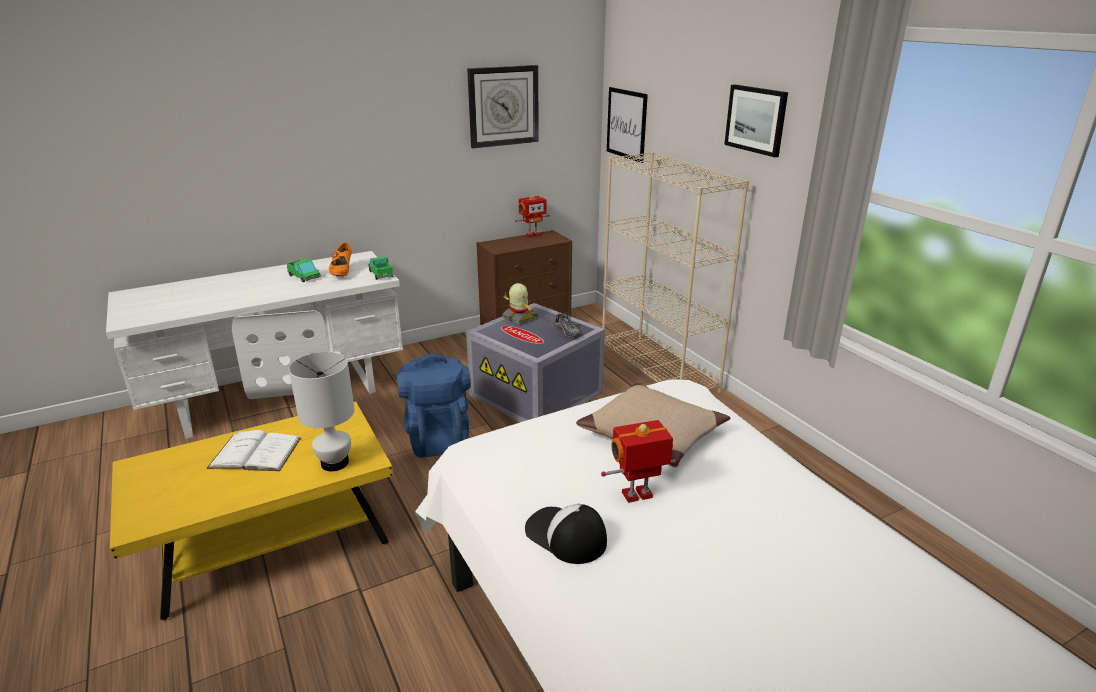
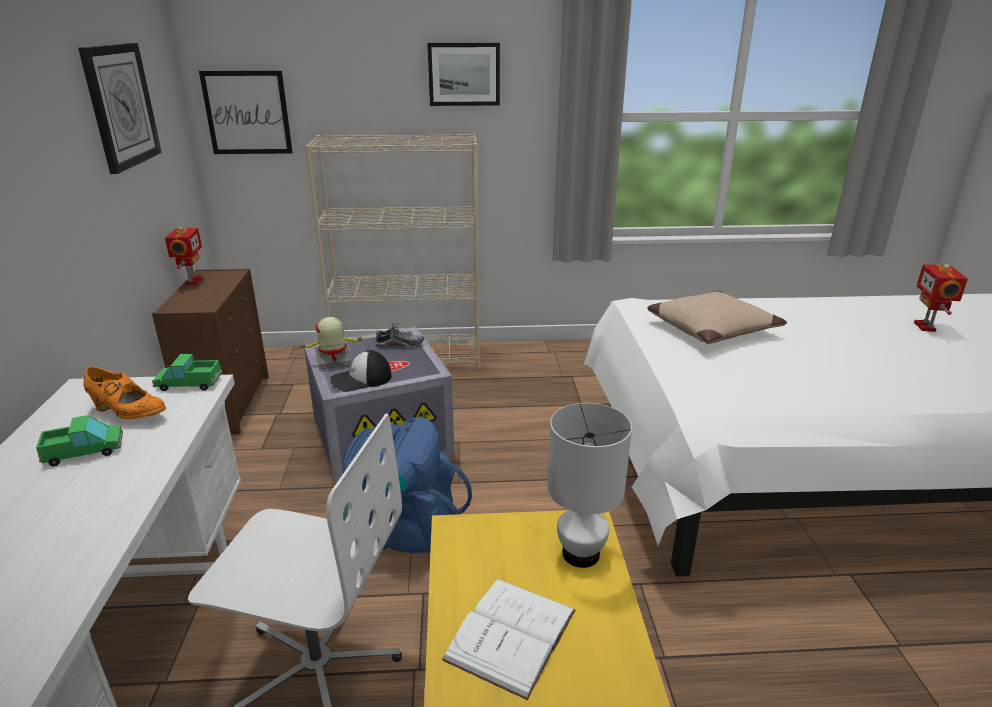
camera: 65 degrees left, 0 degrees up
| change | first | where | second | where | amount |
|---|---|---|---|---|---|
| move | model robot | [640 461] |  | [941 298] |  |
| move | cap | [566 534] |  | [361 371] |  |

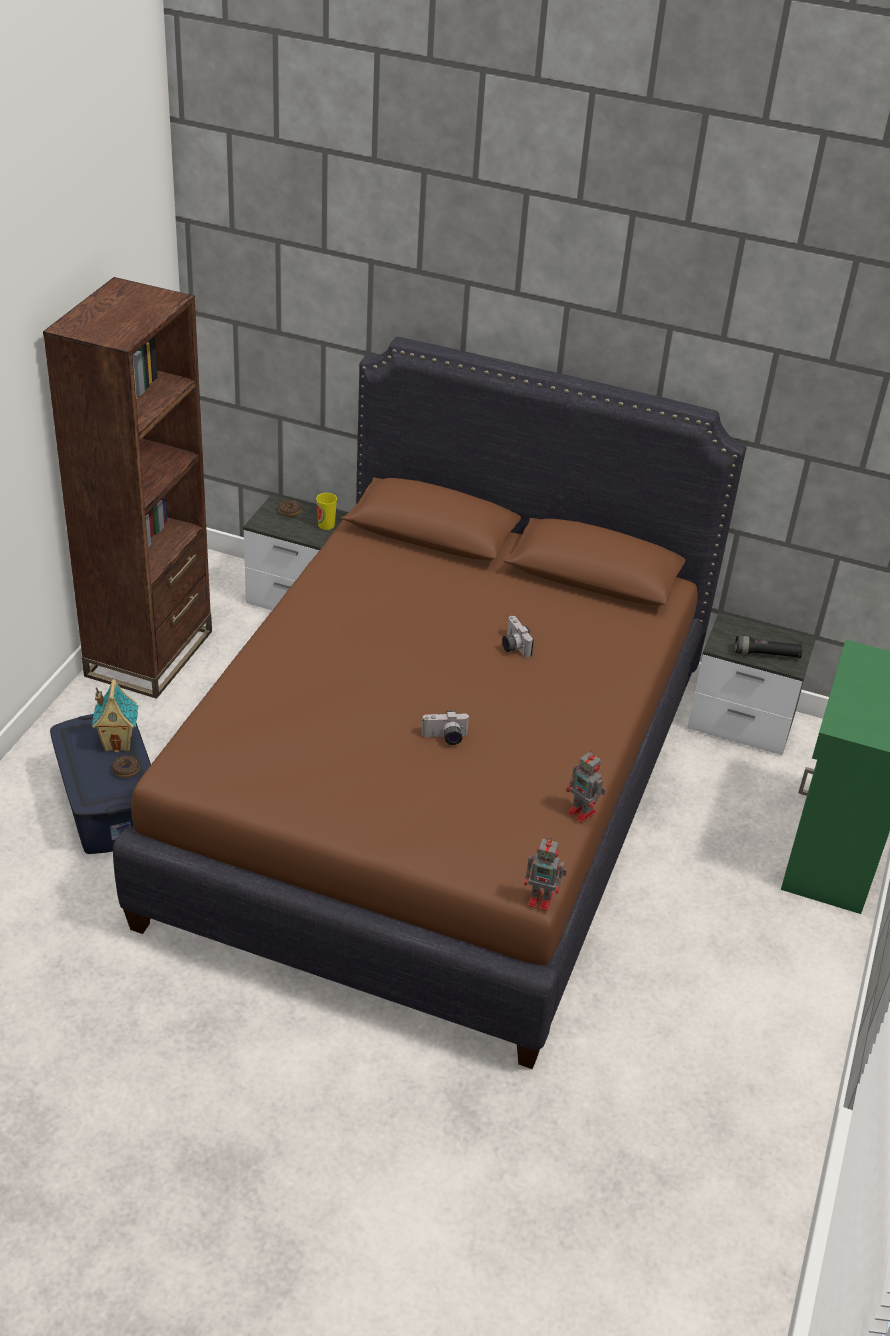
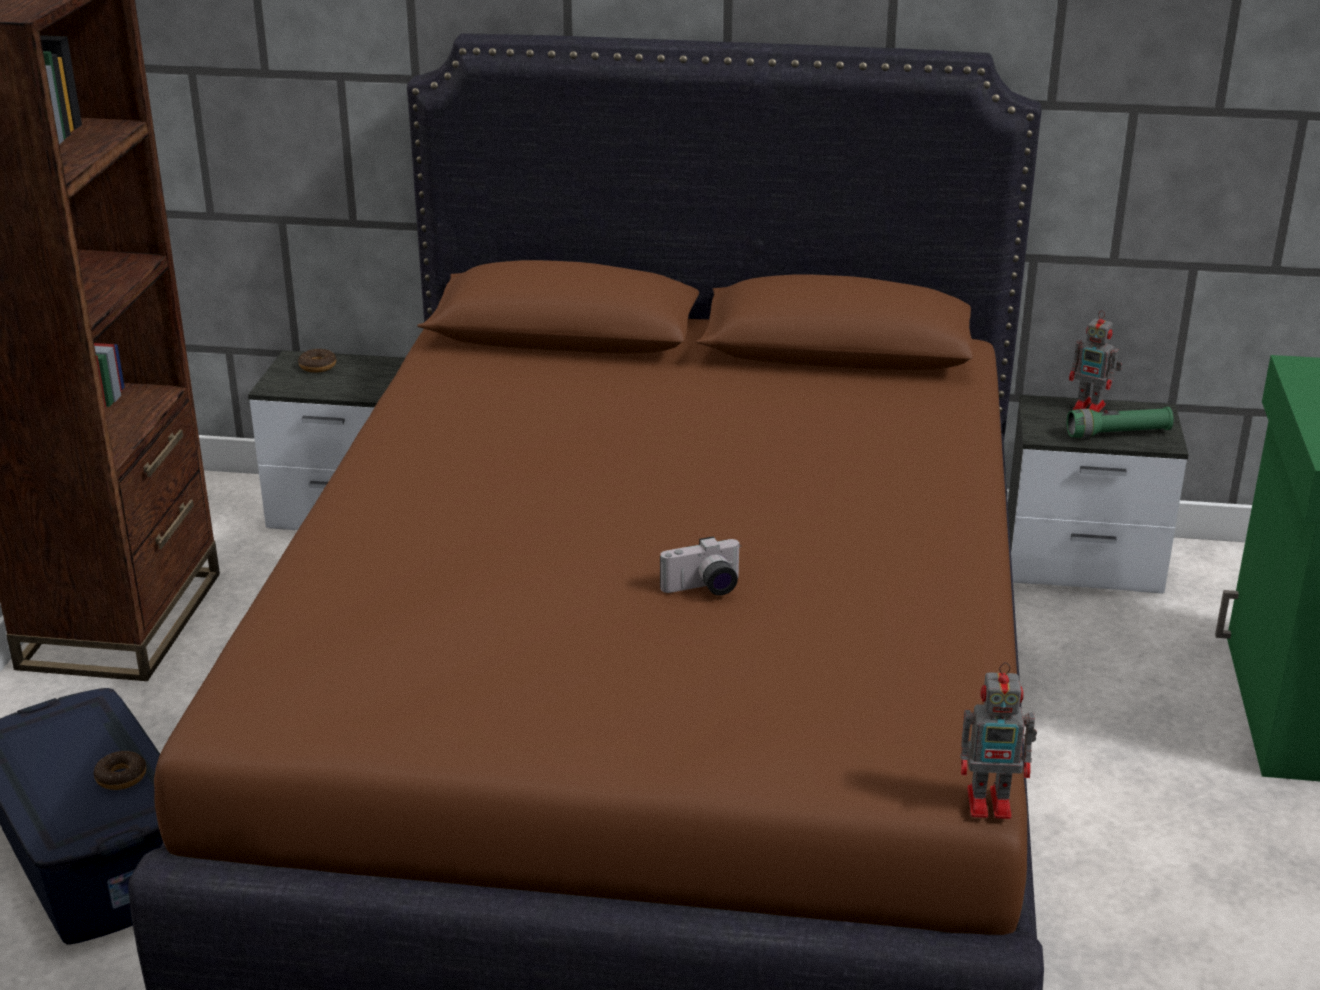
camera: 10 degrees left, 10 degrees down
| change | first | where | second | where | amount |
|---|---|---|---|---|---|
| delete | small cup | [326 511] |  |  |  |
| delete | photo camera | [518 637] |  |  |  |
| recolor | black-coloured torch | [769 647] | green torch | [1119 422] |  |
| delete | model house | [115 715] |  |  |  |
| move | model robot | [586 786] |  | [1095 361] |  |

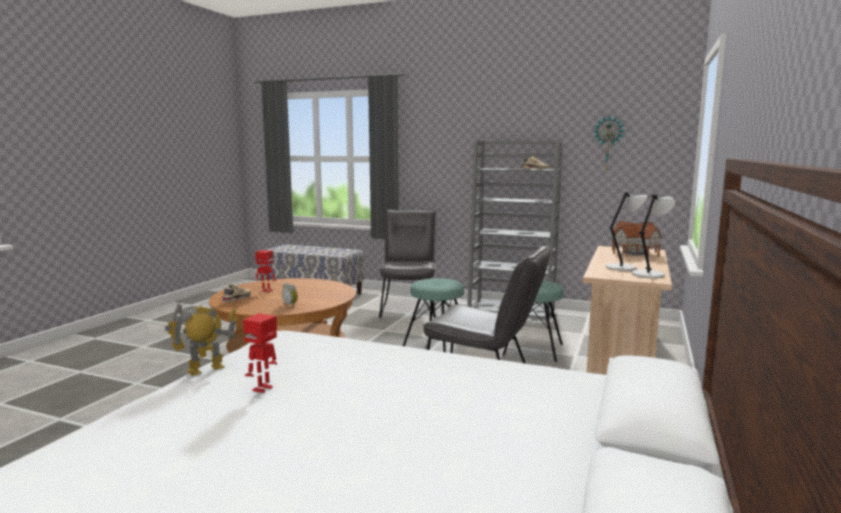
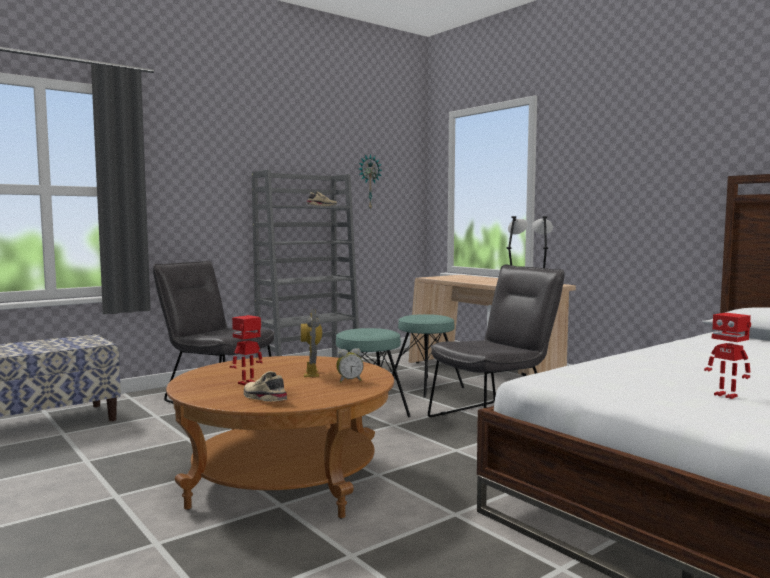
camera: 60 degrees left, 5 degrees down
| change | first | where | second | where | amount |
|---|---|---|---|---|---|
| delete | model house | [637 239] |  |  |  |
| move | model robot | [201 339] |  | [311 343] |  |

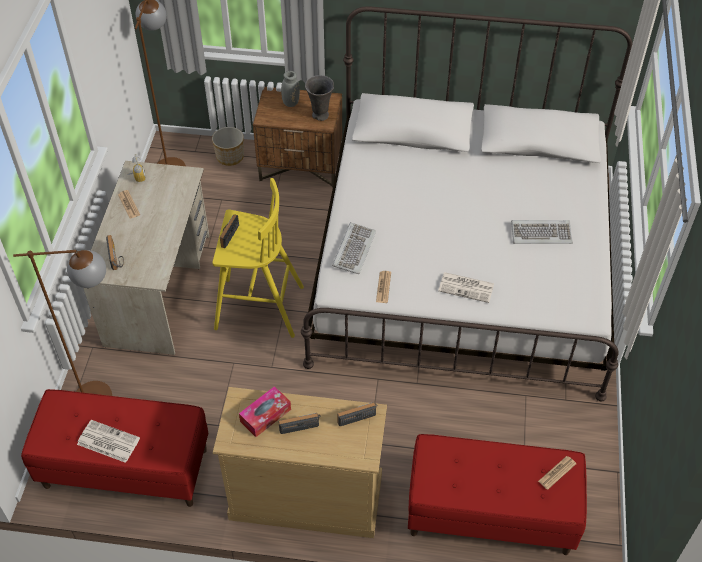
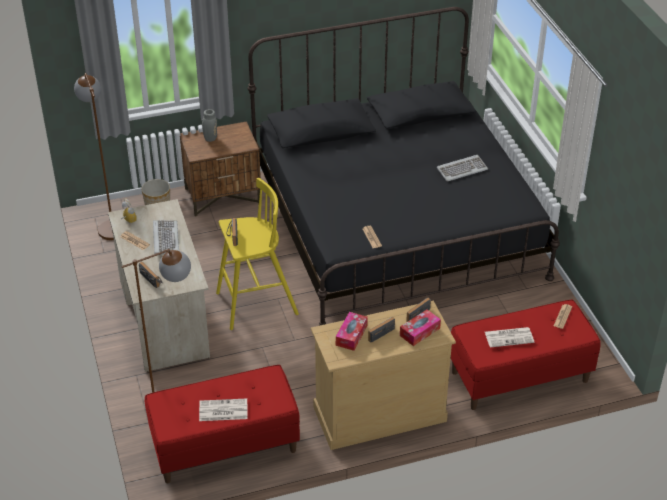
camera: 25 degrees left, 10 degrees down
| change | first | where | second | where | amount |
|---|---|---|---|---|---|
| recolor | white bed | [467 203] | black-coloured bed | [403 166] |  |
| delete | greyish vase | [319 98] |  |  |  |
| move | PC keyboard | [354 248] |  | [166 237] |  |
| move | printed paper | [466 287] |  | [509 337] |  |
| insert |  |  | tissue holder | [420 327] |  |

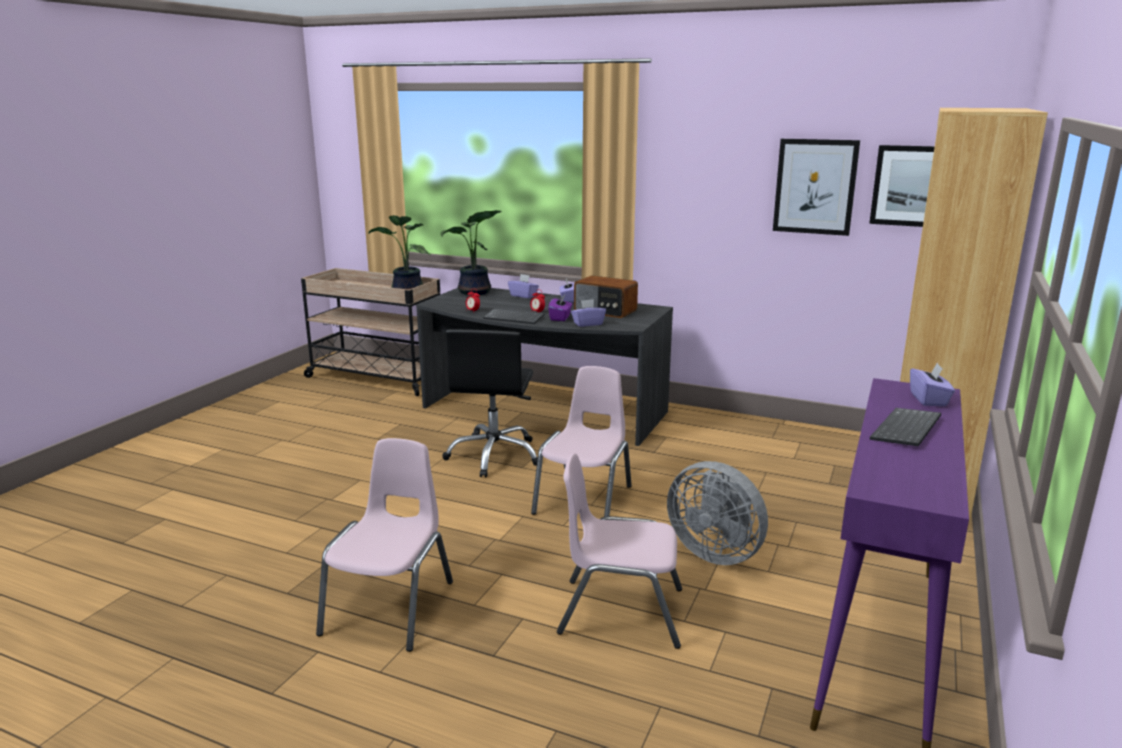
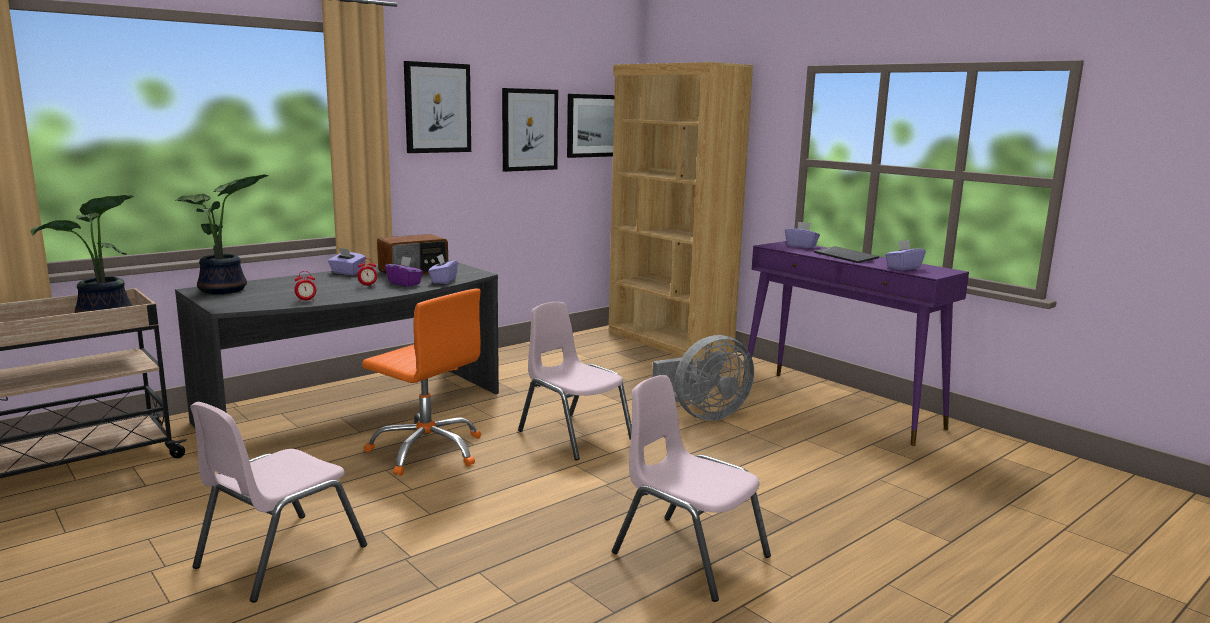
camera: 65 degrees left, 5 degrees down
| change | first | where | second | where | amount |
|---|---|---|---|---|---|
| move | purple tissue holder | [523 286] |  | [905 255] |  |
| delete | PC keyboard | [513 316] |  |  |  |
| recolor | black-coloured computer chair | [490 403] | orange computer chair | [421 382] |  |
| move | pink chair | [619 551] |  | [278 502] |  |
| insert |  |  | picture | [437 107] |  |

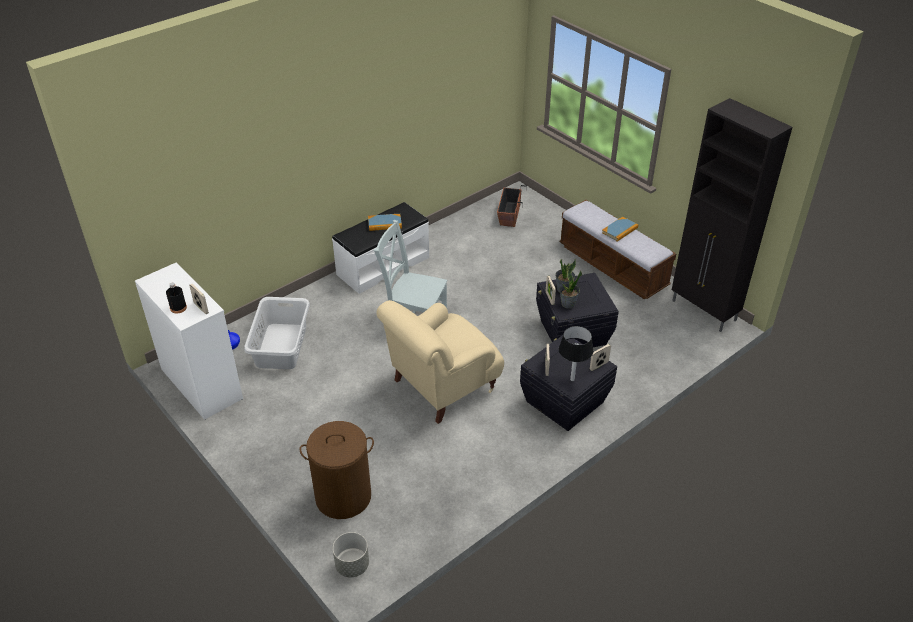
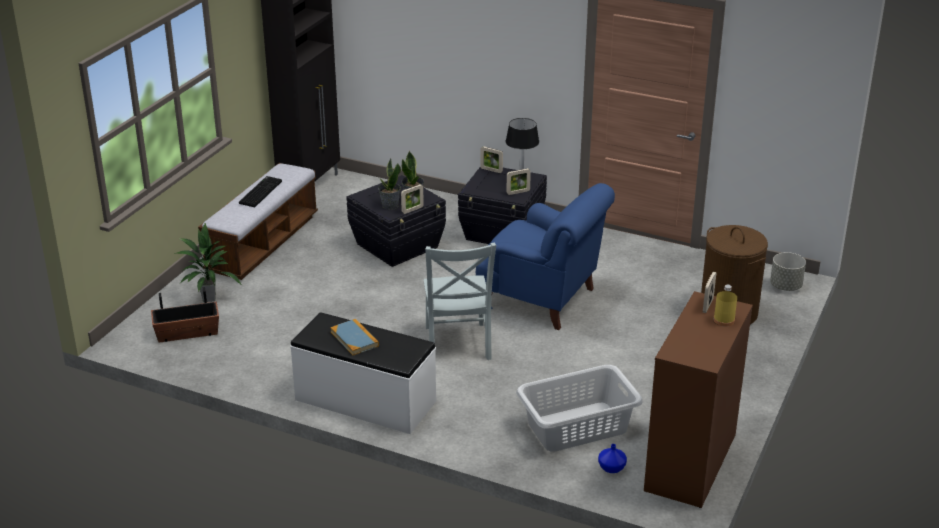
camera: 115 degrees left, 10 degrees down
| change | first | where | second | where | amount |
|---|---|---|---|---|---|
| replace | volume | [620 229] | PC keyboard | [260 191] |  |
| recolor | white chest of drawers | [189 341] | brownish chest of drawers | [698 399] |  |
| recolor | black-coloured drink bottle | [176 298] | yellowish drink bottle | [725 306] |  |
| recolor | beige armchair | [440 362] | blue-coloured armchair | [545 256] |  |
| insert |  |  | plant in a pot | [209 262] |  |

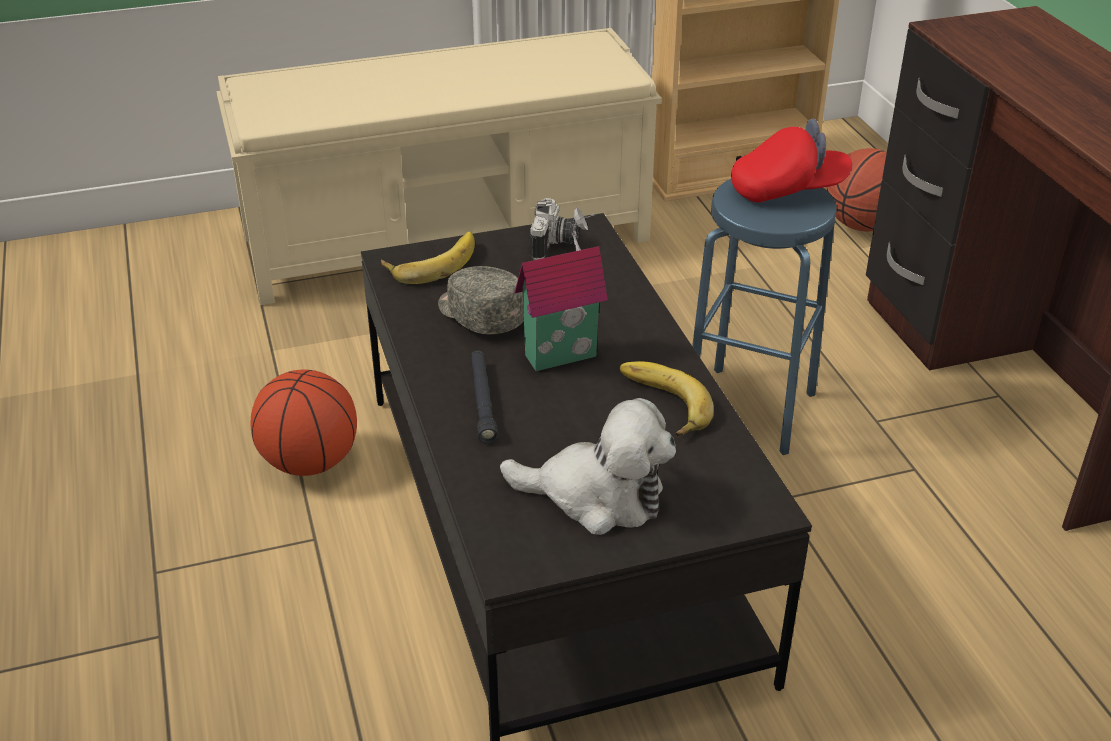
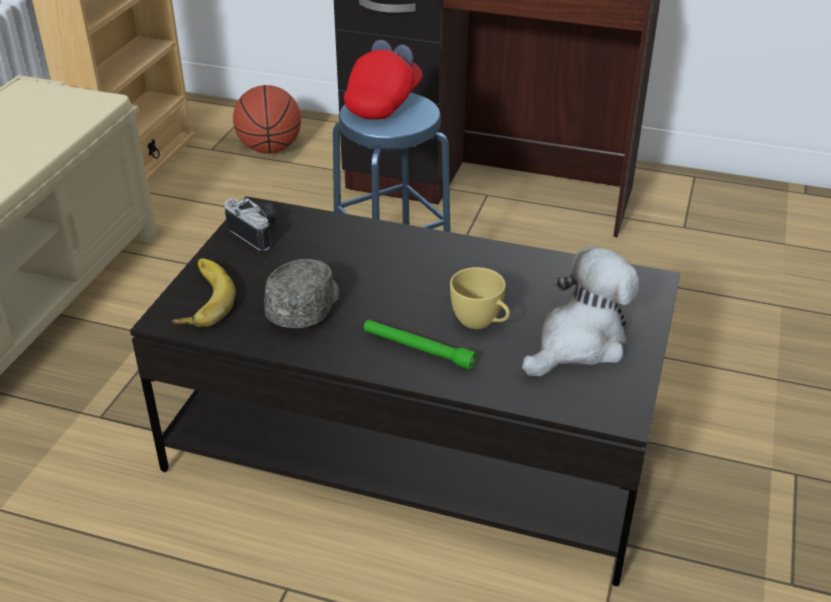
camera: 55 degrees left, 0 degrees up
| change | first | where | second | where | amount |
|---|---|---|---|---|---|
| delete | model house | [561 289] |  |  |  |
| rotate | greyish cap | [481 300] |  | [301 293] | 120 degrees clockwise |
| recolor | black-coloured torch | [484 397] | green torch | [420 345] |  |
| delete | banana fruit | [666 399] |  |  |  |
| delete | basketball | [303 423] |  |  |  |
| insert |  |  | yellowish small cup | [480 298] |  |

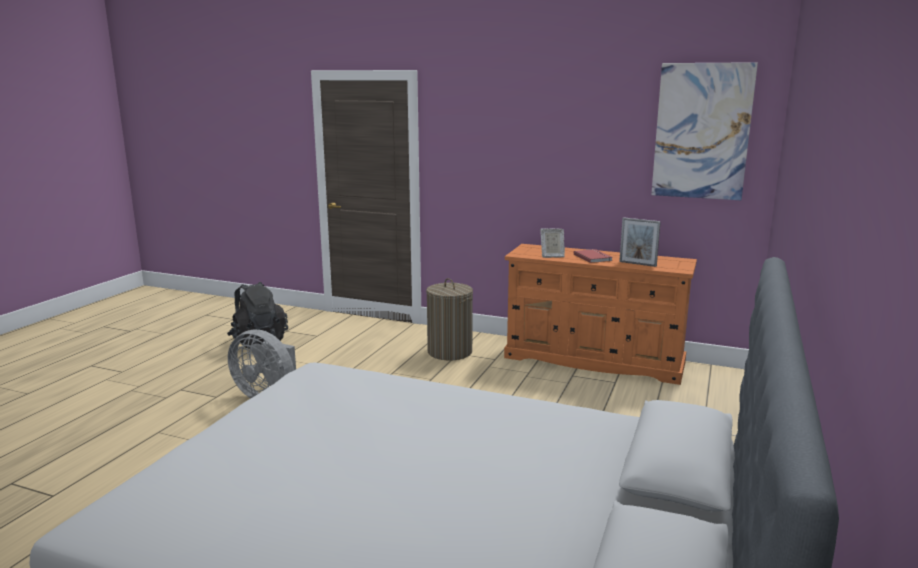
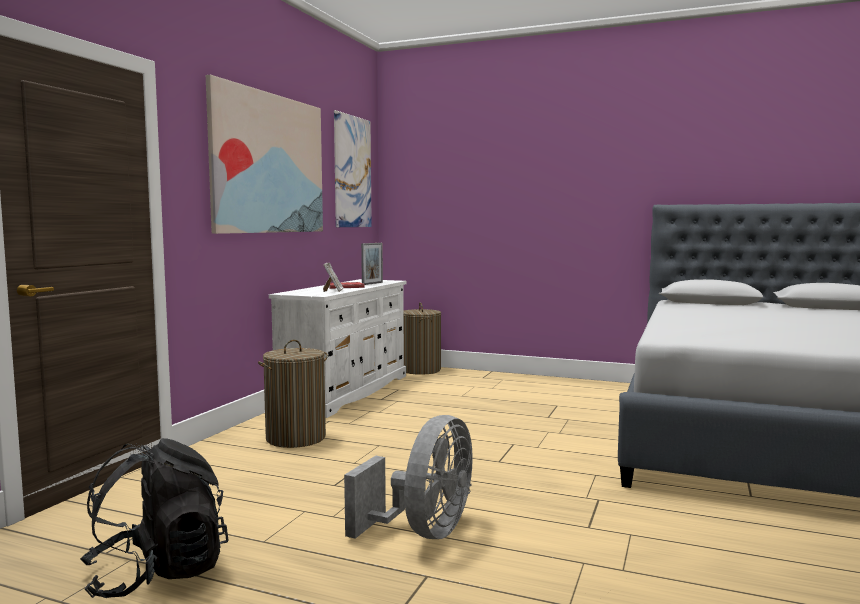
camera: 90 degrees left, 10 degrees down
| change | first | where | second | where | amount |
|---|---|---|---|---|---|
| recolor | orange chest of drawers | [600 314] | white chest of drawers | [338 348] |  |
| insert |  |  | picture | [264 154] |  |
| insert |  |  | washing basket | [422 338] |  |

